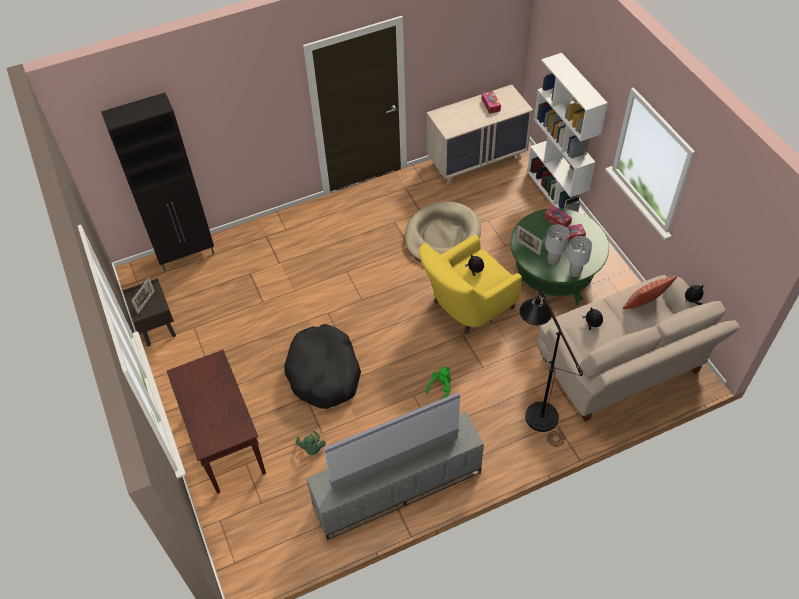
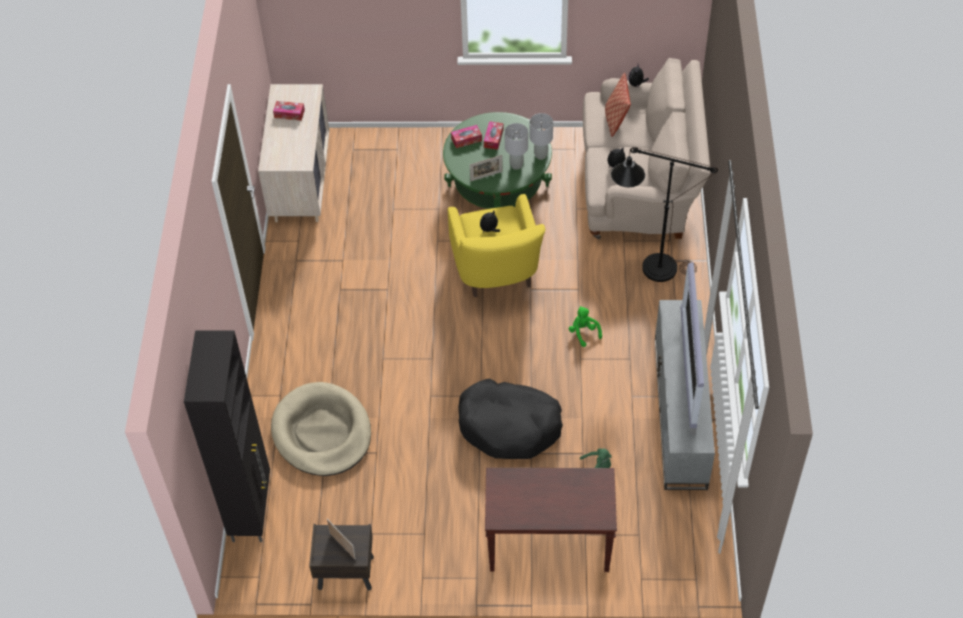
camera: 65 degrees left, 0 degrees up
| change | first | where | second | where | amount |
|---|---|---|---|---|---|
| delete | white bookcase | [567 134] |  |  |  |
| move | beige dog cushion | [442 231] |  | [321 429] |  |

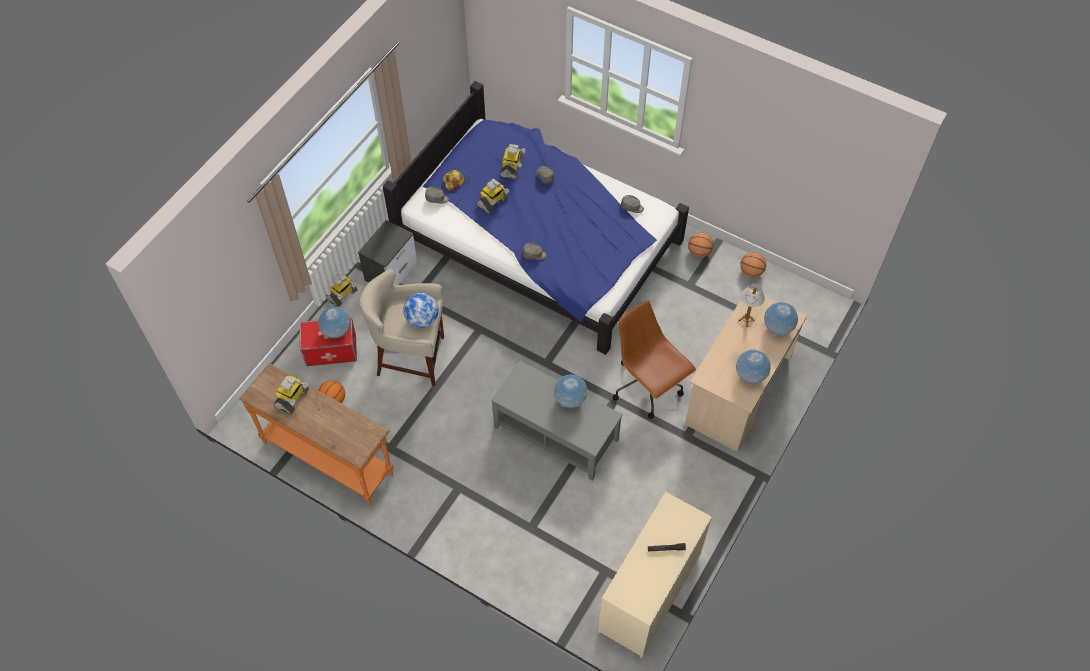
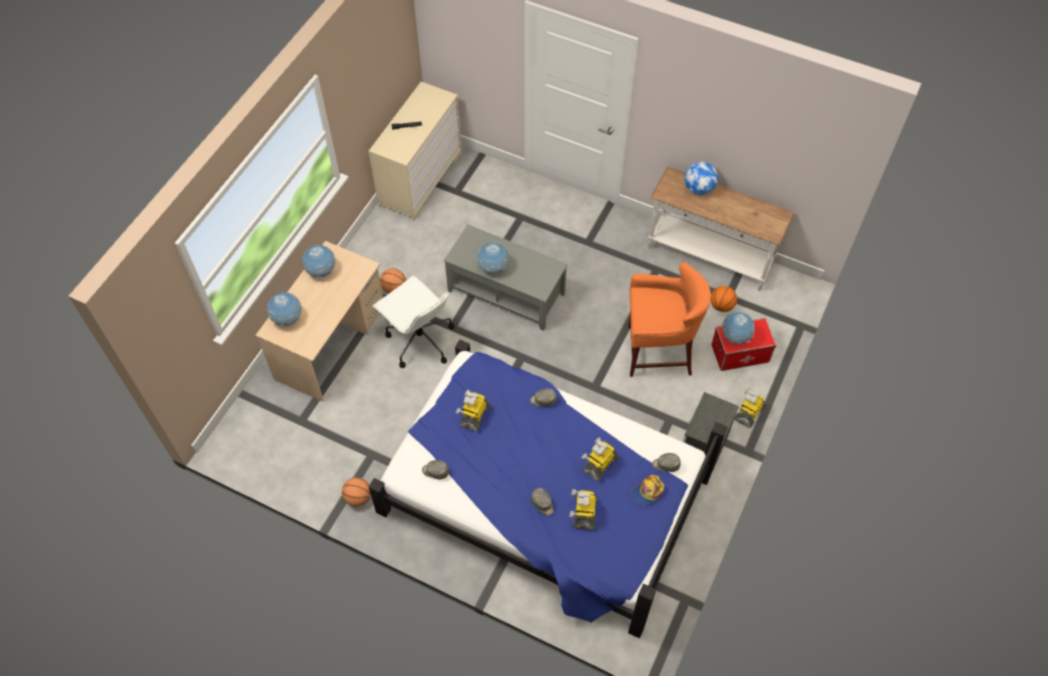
camera: 175 degrees right, 0 degrees up
| change | first | where | second | where | amount |
|---|---|---|---|---|---|
| move | basketball | [753 264] |  | [393 280] |  |
| recolor | beige stool | [402 328] | orange stool | [669 319] |  |
| delete | lamp for a table | [752 305] |  |  |  |
| move | desk globe | [421 310] |  | [701 178] |  |
| recolor | brownish computer chair | [654 360] | white computer chair | [413 322] |  |
| recolor | orange console table | [316 434] | white console table | [721 229] |  |
| move | model robot | [291 395] |  | [473 410] |  |

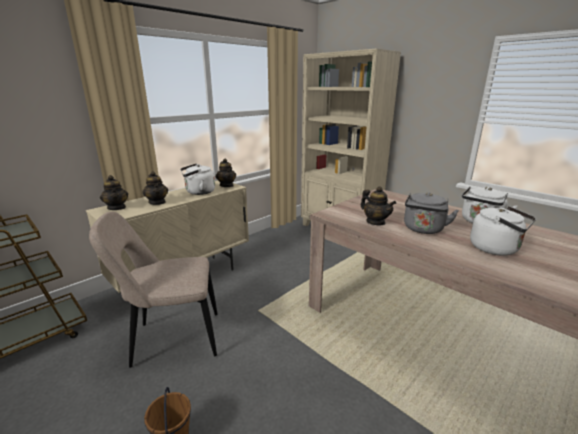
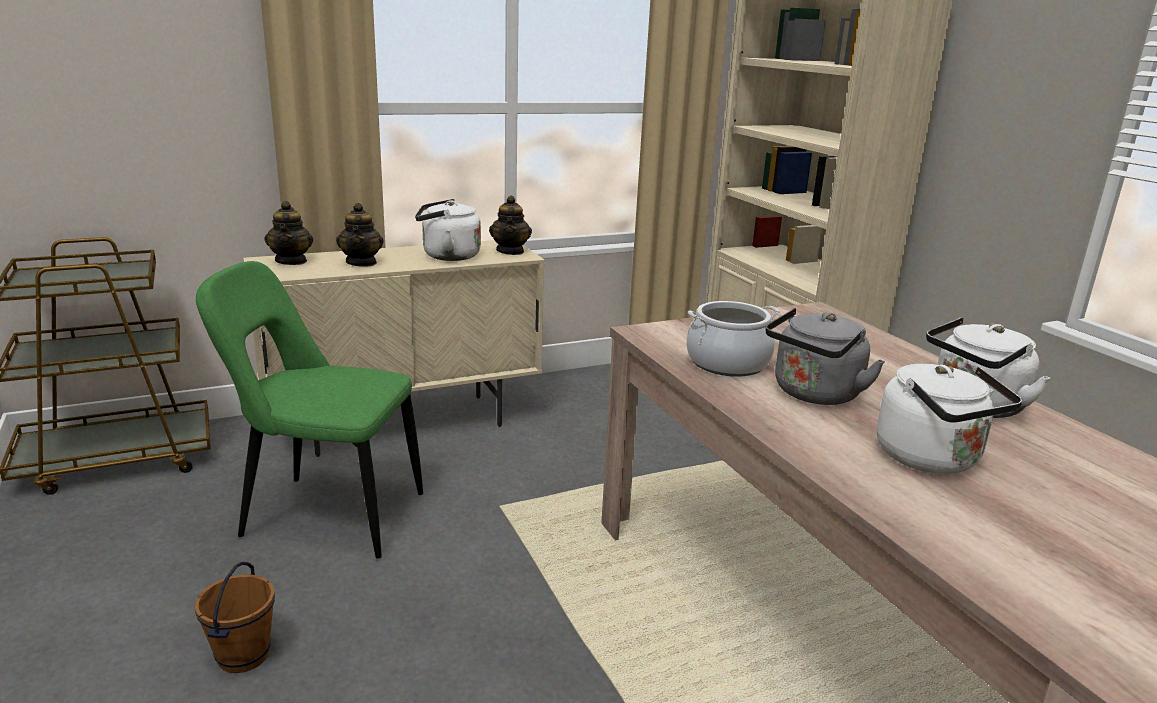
camera: 20 degrees right, 0 degrees up
| change | first | where | second | where | amount |
|---|---|---|---|---|---|
| replace | teapot | [378 205] | stockpot | [733 339] |  |
| recolor | beige chair | [153 290] | green chair | [309 410] |  |

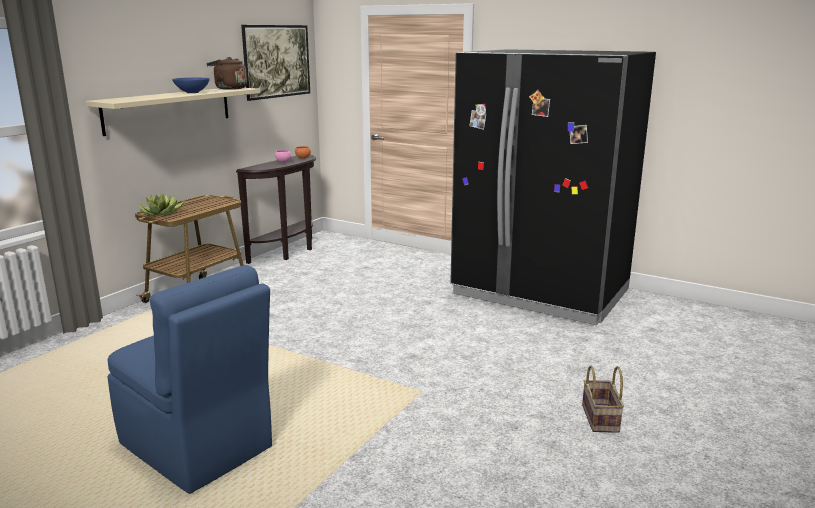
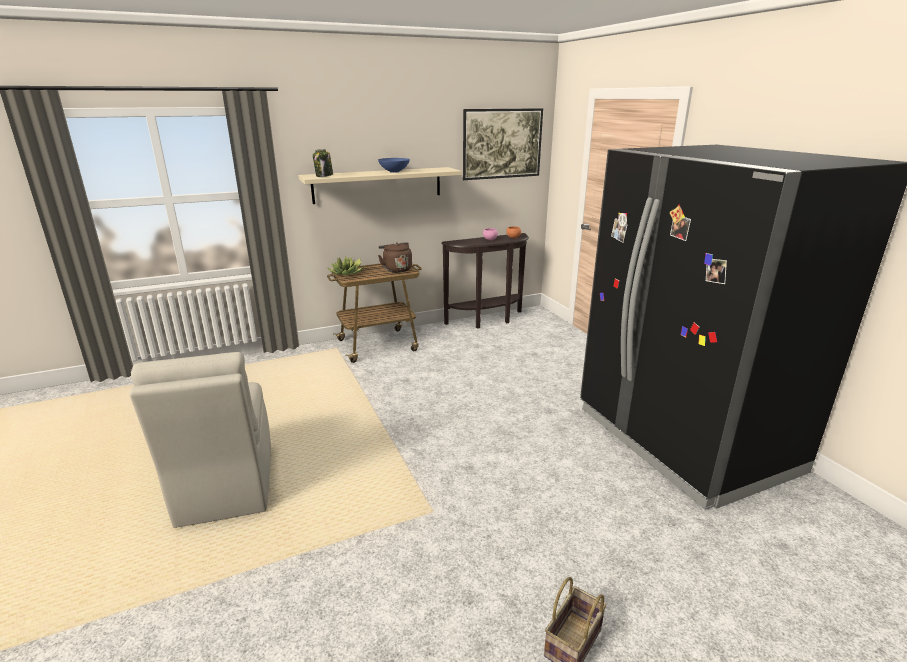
camera: 35 degrees right, 5 degrees up
| change | first | where | second | where | amount |
|---|---|---|---|---|---|
| move | brownish kettle | [226 73] |  | [395 257] |  |
| recolor | blue-coloured chair | [190 379] | beige chair | [200 440] |  |
| insert |  |  | jar | [323 163] |  |

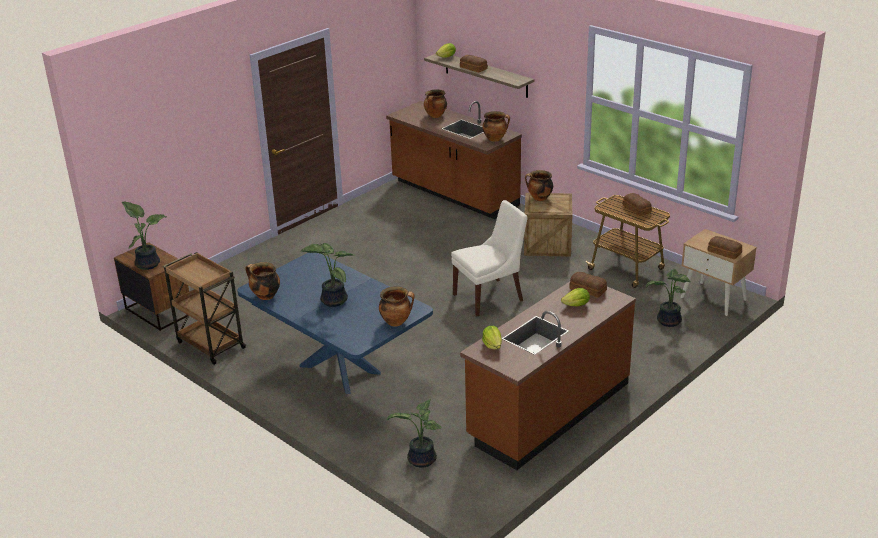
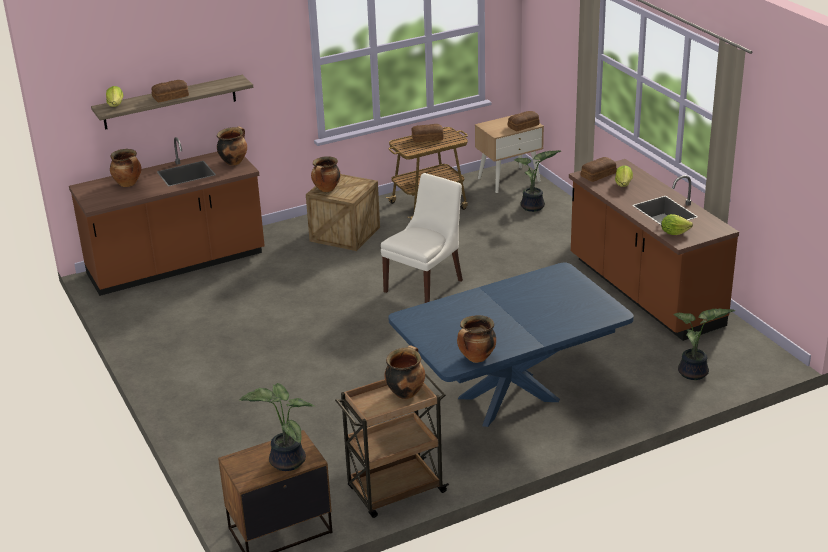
camera: 70 degrees left, 0 degrees up
| change | first | where | second | where | amount |
|---|---|---|---|---|---|
| rotate | white chair | [489 258] |  | [422 238] | 45 degrees clockwise |
| delete | plant in a pot | [326 275] |  |  |  |
| move | stockpot | [397 306] |  | [405 372] |  |

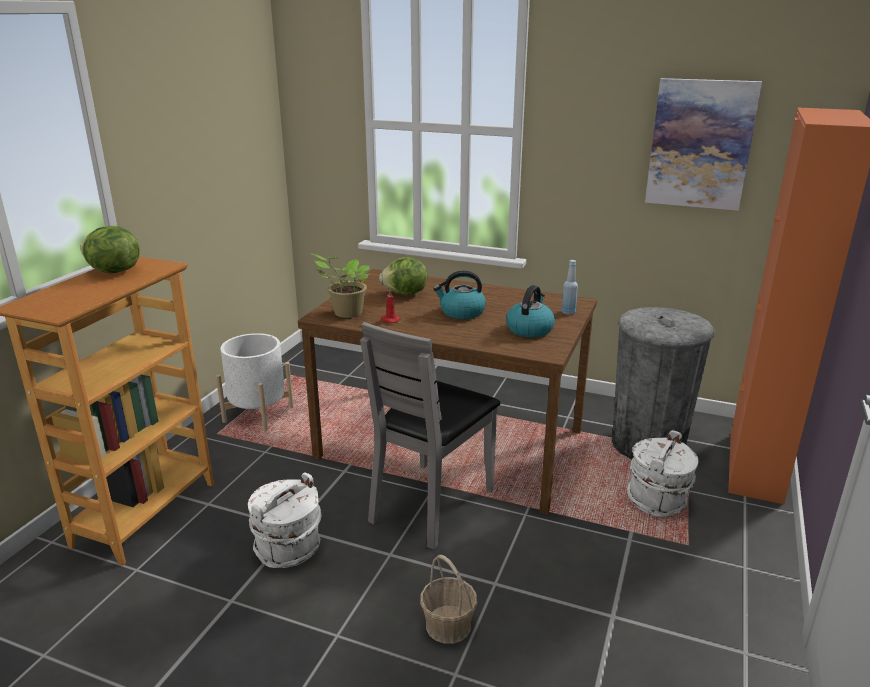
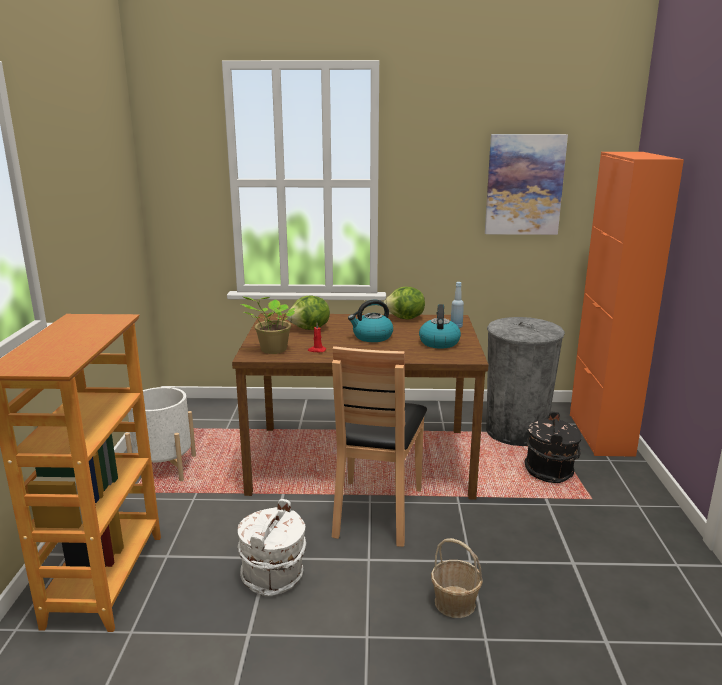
camera: 20 degrees left, 5 degrees down
| change | first | where | second | where | amount |
|---|---|---|---|---|---|
| move | head of lettuce | [110 250] |  | [404 303] |  |
| recolor | greyish chair | [430 435] | brownish chair | [379 446] |  |
| recolor | white bucket | [663 473] | black-coloured bucket | [553 447] |  |

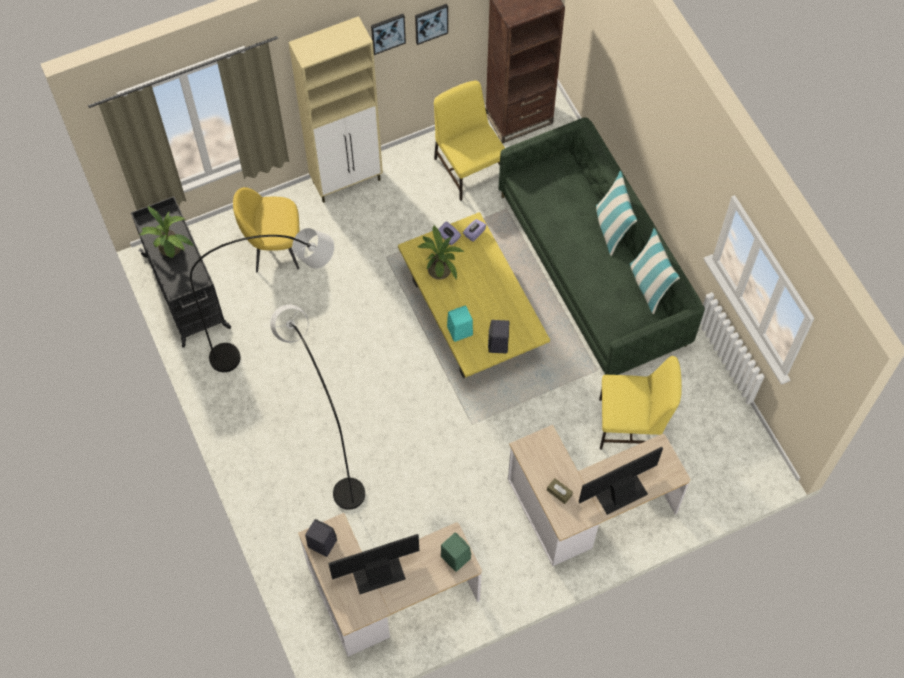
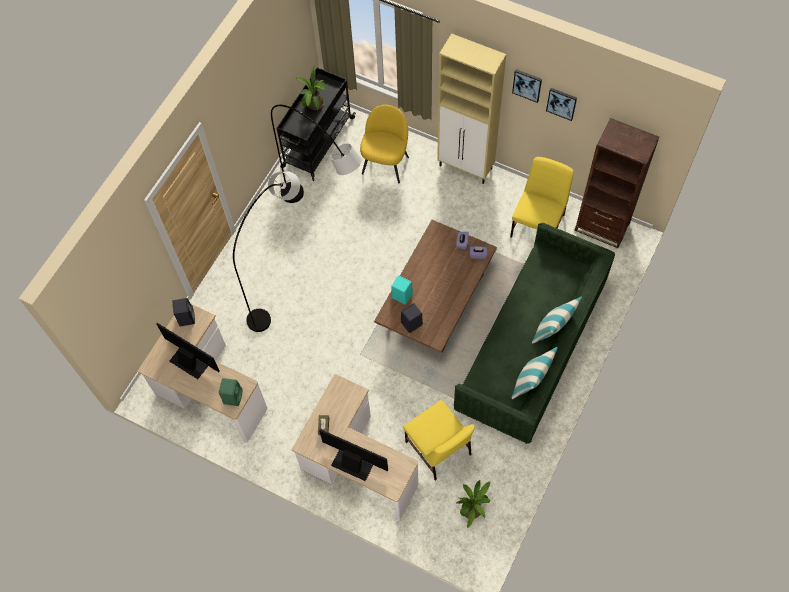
camera: 55 degrees right, 0 degrees up
| change | first | where | second | where | amount |
|---|---|---|---|---|---|
| rotate | yellowish chair | [266 230] |  | [384 144] | 60 degrees clockwise |
| recolor | yellowish low table | [474 295] | brownish low table | [435 286] |  |
| move | plant in a pot | [440 252] |  | [473 504] |  |

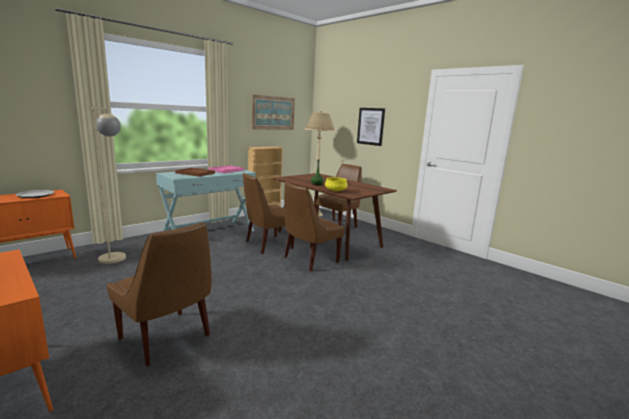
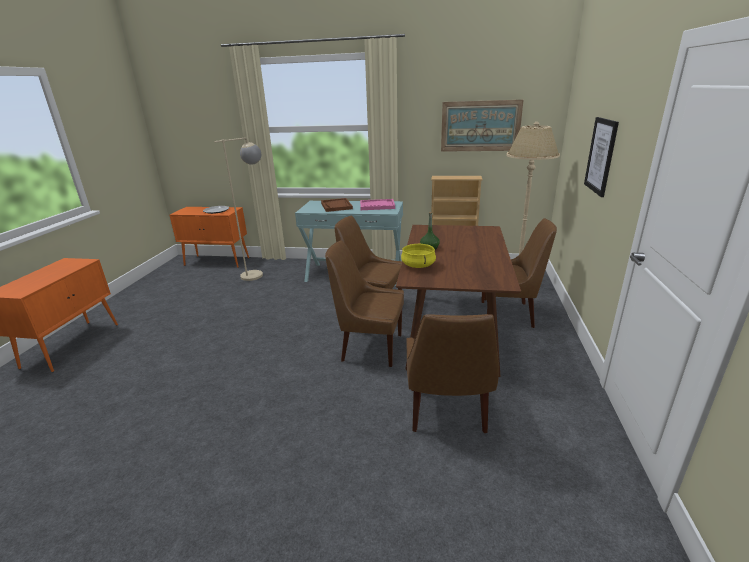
camera: 55 degrees right, 10 degrees up
| change | first | where | second | where | amount |
|---|---|---|---|---|---|
| move | brownish chair | [159 294] |  | [452 373] |  |

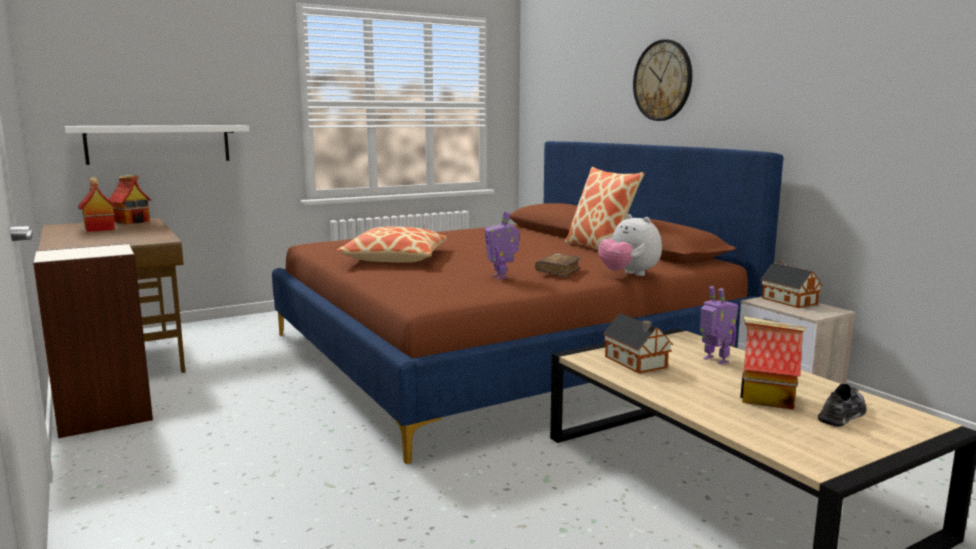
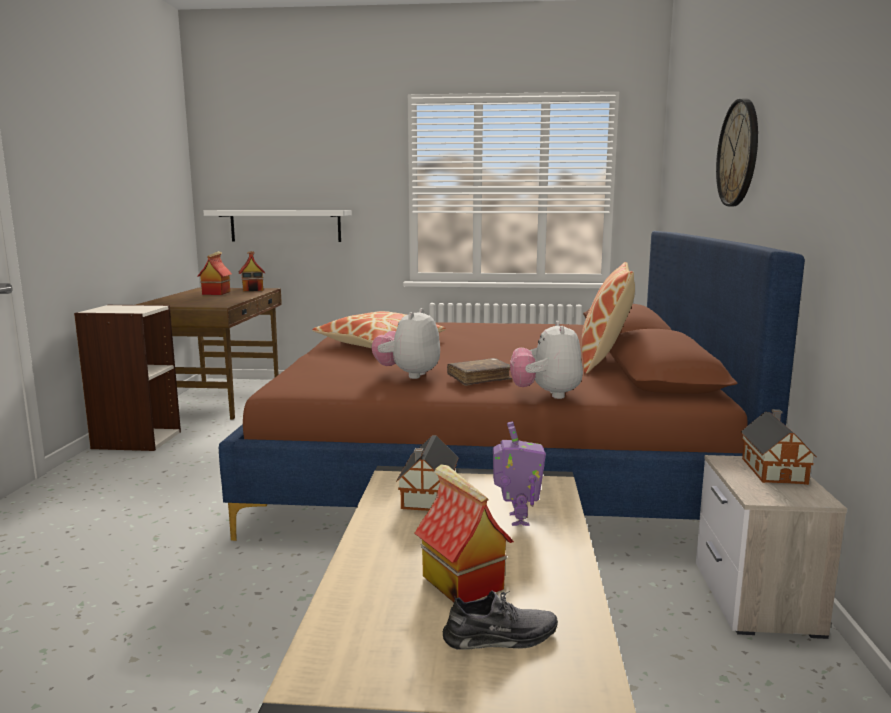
camera: 35 degrees right, 0 degrees up
| change | first | where | second | where | amount |
|---|---|---|---|---|---|
| replace | model robot | [501 245] | plush toy | [405 343] |  |

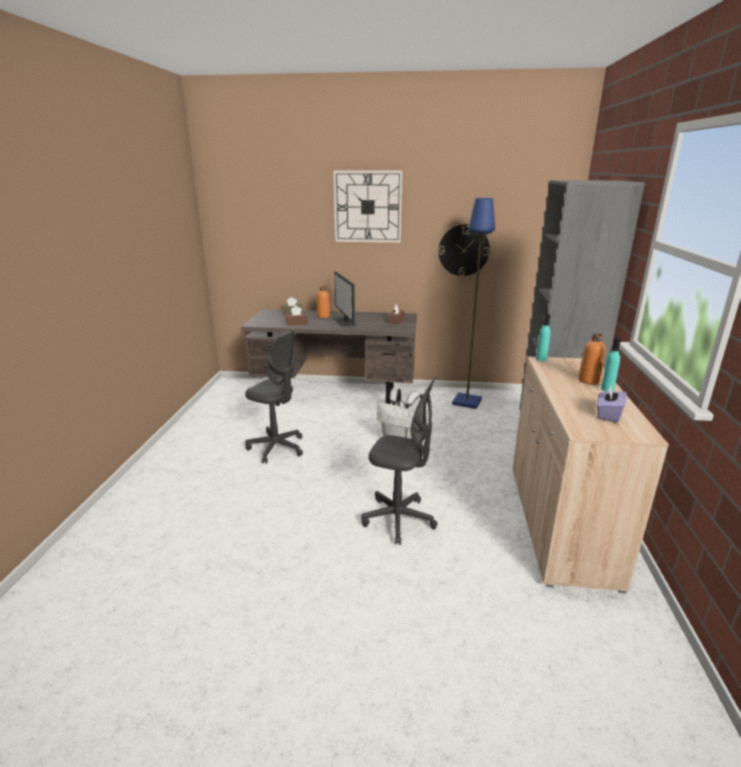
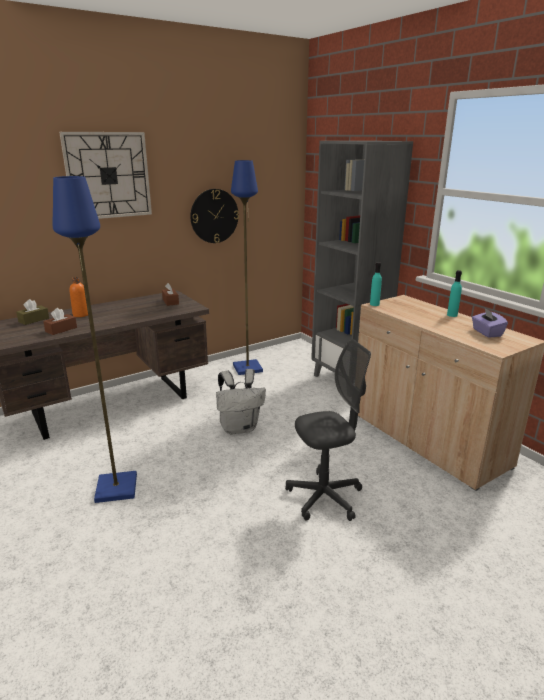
camera: 40 degrees left, 0 degrees up
| change | first | where | second | where | amount |
|---|---|---|---|---|---|
| delete | computer screen | [345 299] |  |  |  |
| replace | greyish computer chair | [274 397] | blue-coloured floor lamp | [95 339] |  |
| delete | orange drink bottle | [591 358] |  |  |  |

